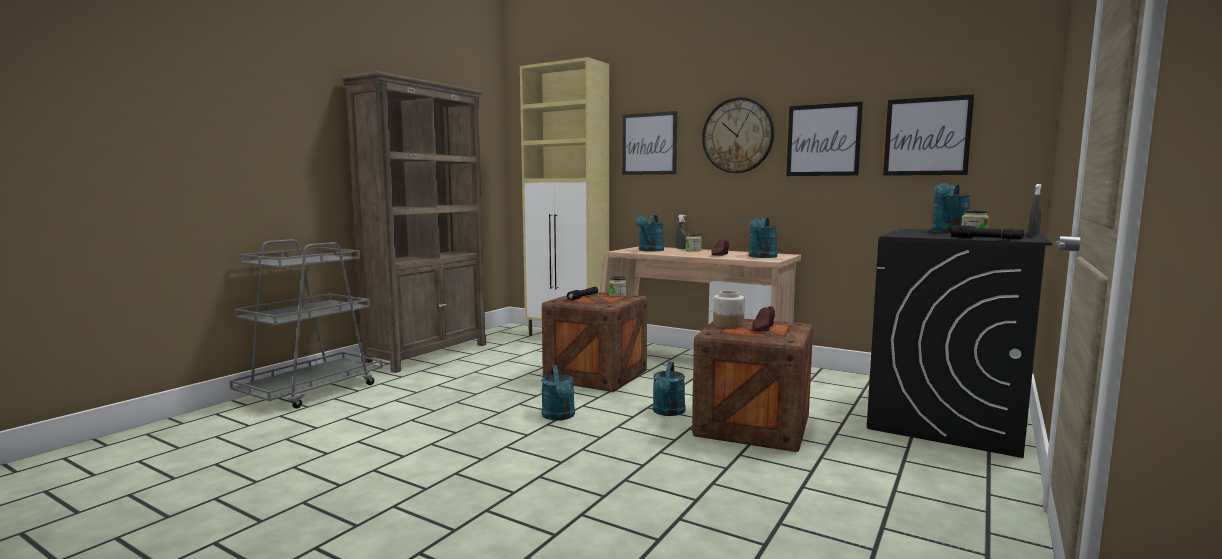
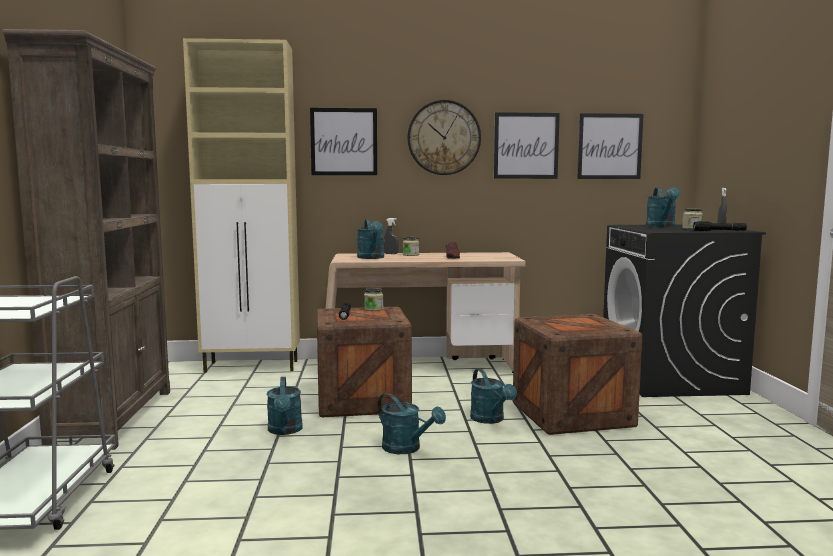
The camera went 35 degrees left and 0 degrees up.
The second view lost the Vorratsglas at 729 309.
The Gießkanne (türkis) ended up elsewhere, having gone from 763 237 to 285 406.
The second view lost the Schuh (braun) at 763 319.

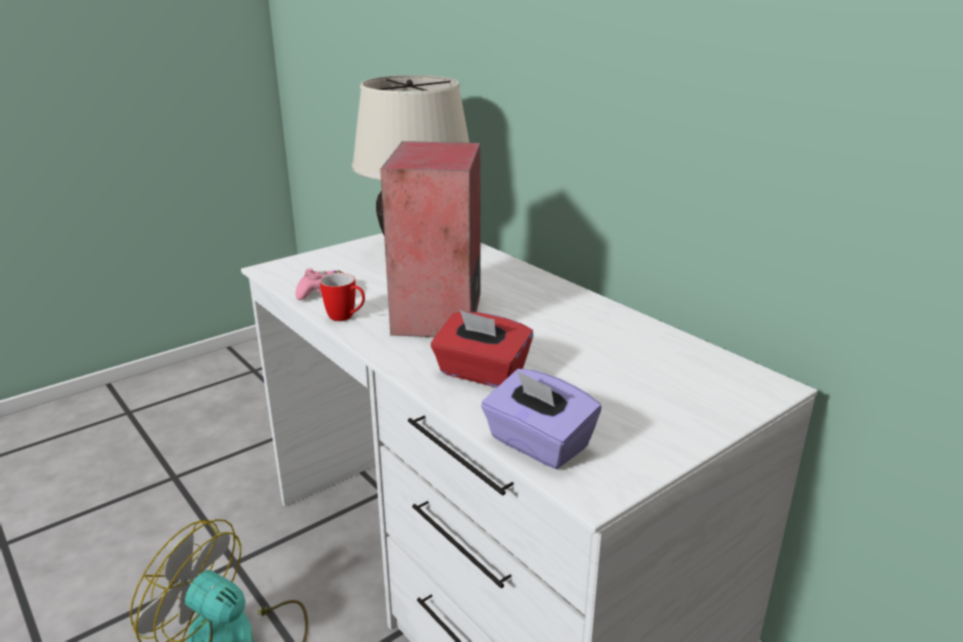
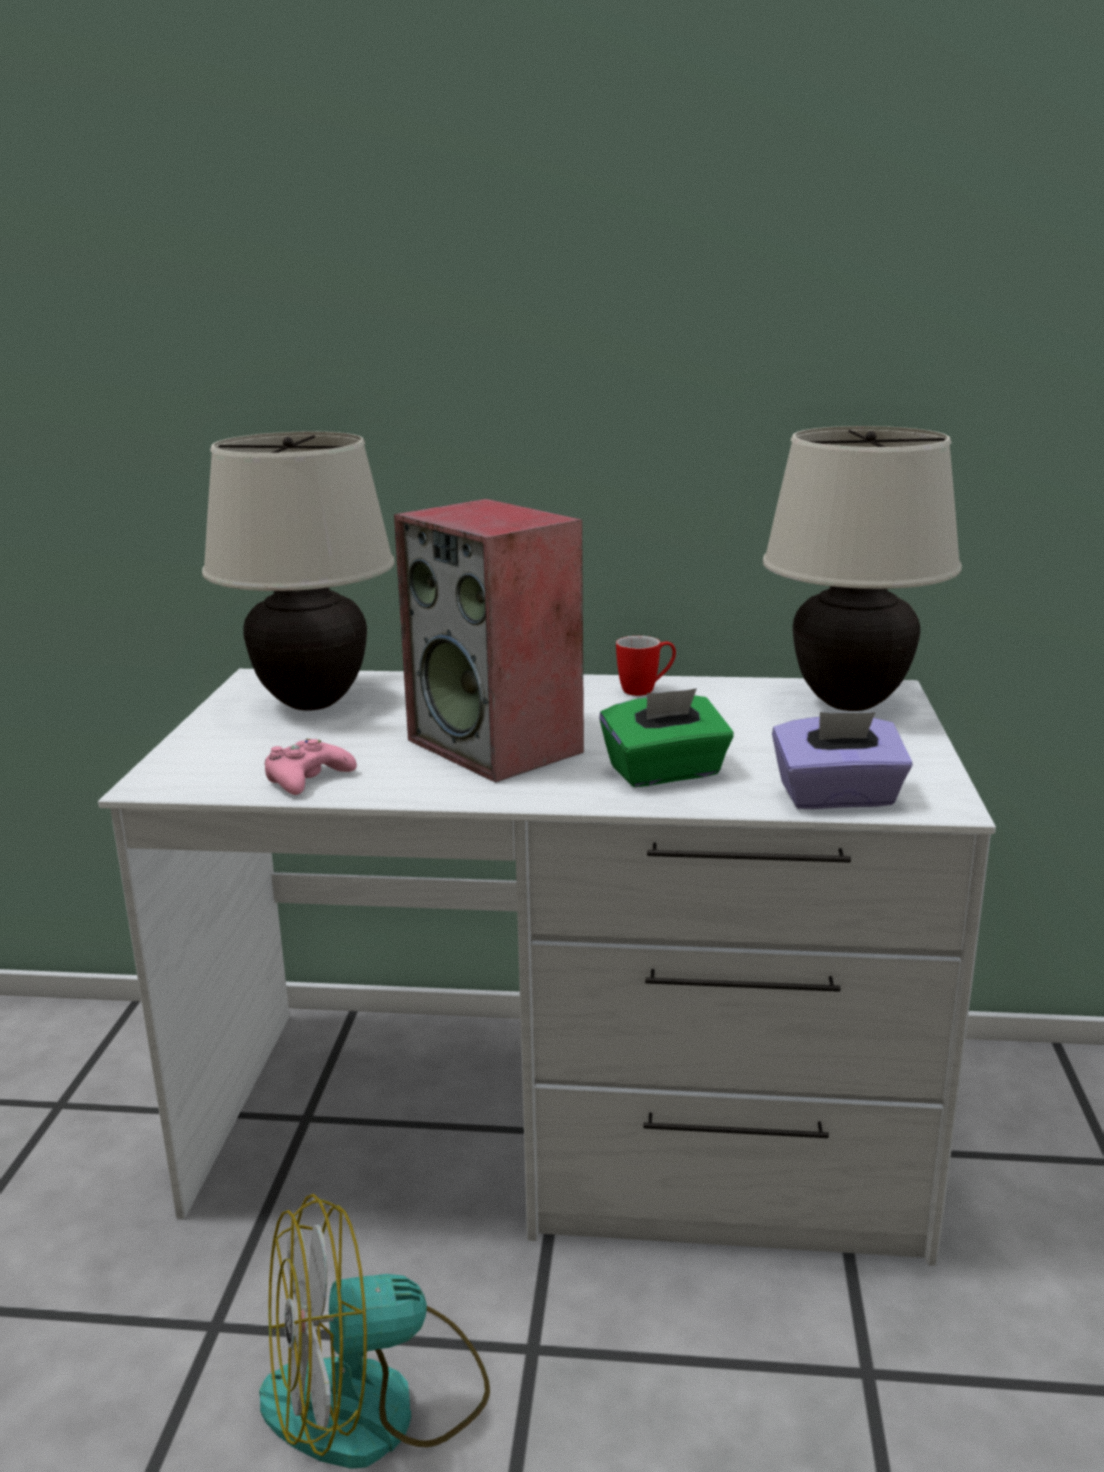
The camera went 45 degrees left and 5 degrees down.
The Henkelbecher ended up elsewhere, having gone from 342 297 to 646 666.
What was the Taschentuchbox (rot) at 482 348 turned into the Taschentuchbox (grün) at 666 737.
The second view gained the Tischlampe (beige) at 862 568.

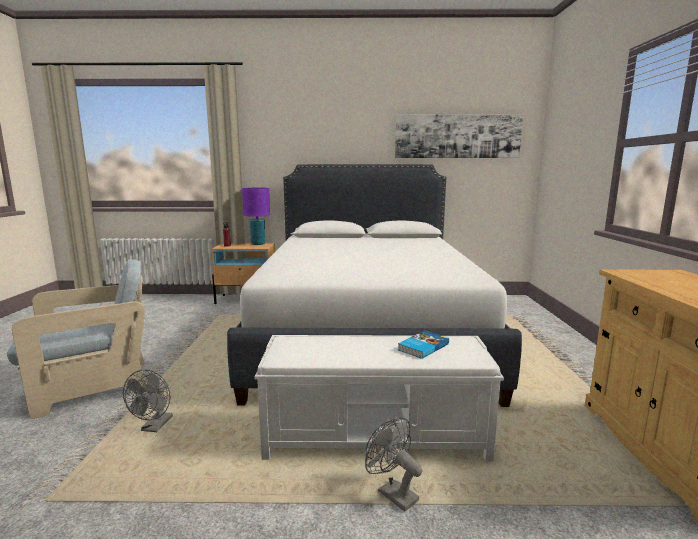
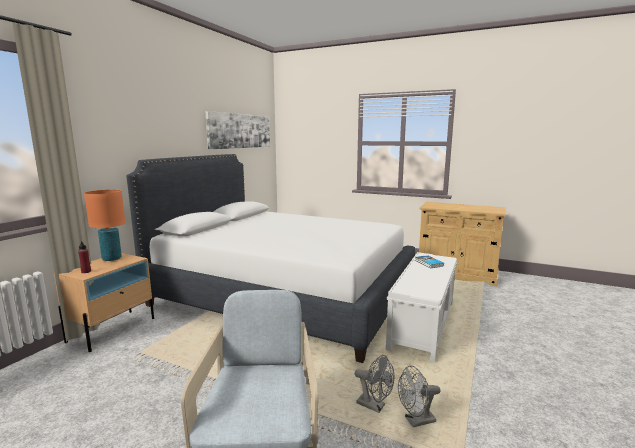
The camera went 65 degrees left and 0 degrees up.
What was the Tischlampe (lila) at 256 216 turned into the Tischlampe (orange) at 104 225.
The Ventilator (grau) ended up elsewhere, having gone from 394 465 to 419 396.

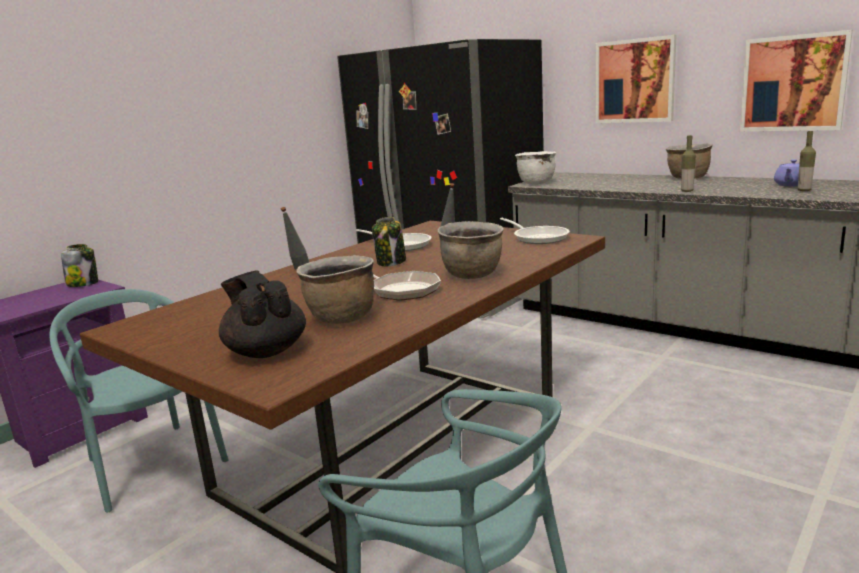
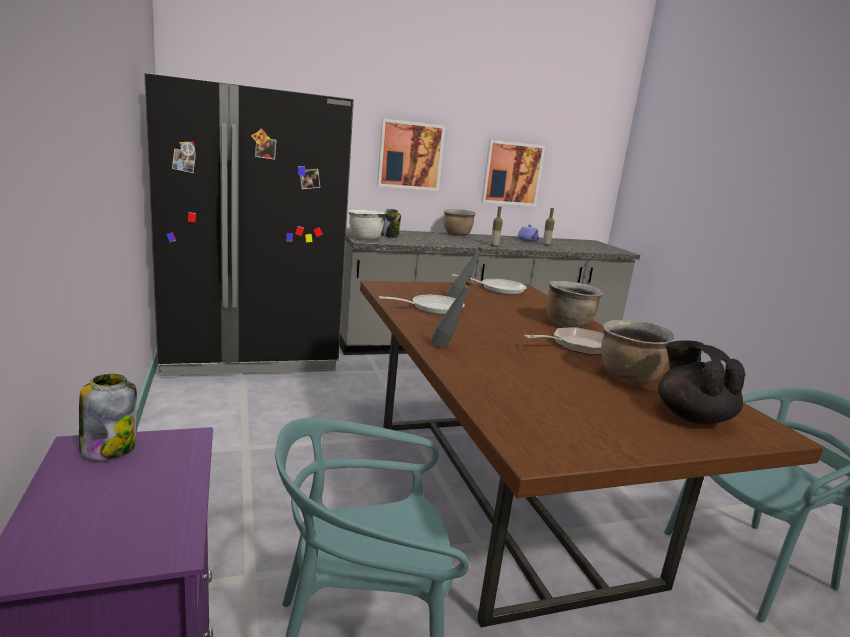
The camera went 60 degrees left and 0 degrees up.
The Teekanne (schwarz) at 262 314 ended up facing another way, 75 degrees clockwise from before.
The Vorratsglas ended up elsewhere, having gone from 389 241 to 391 223.

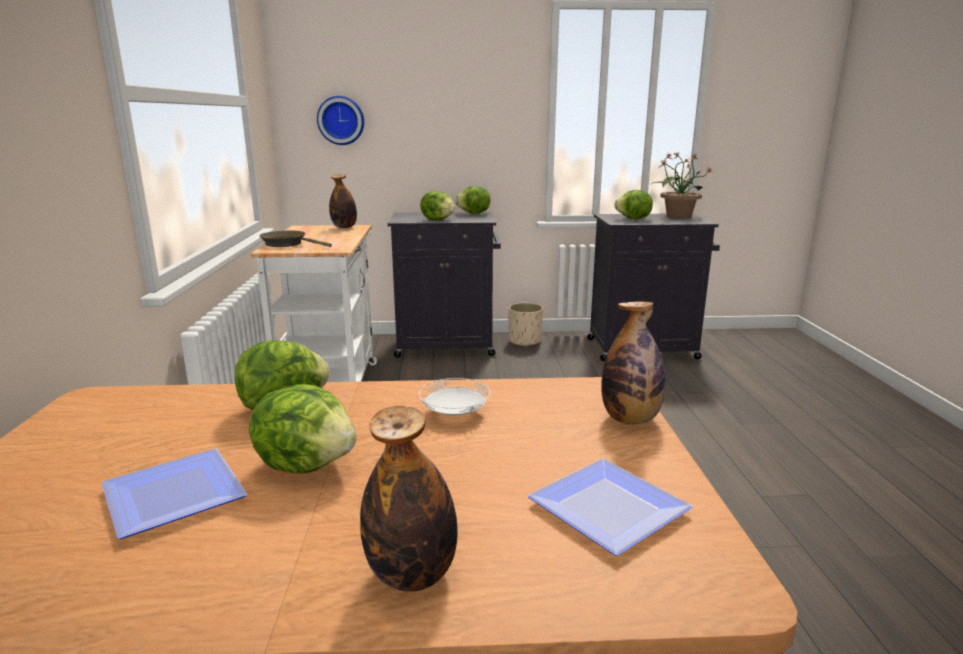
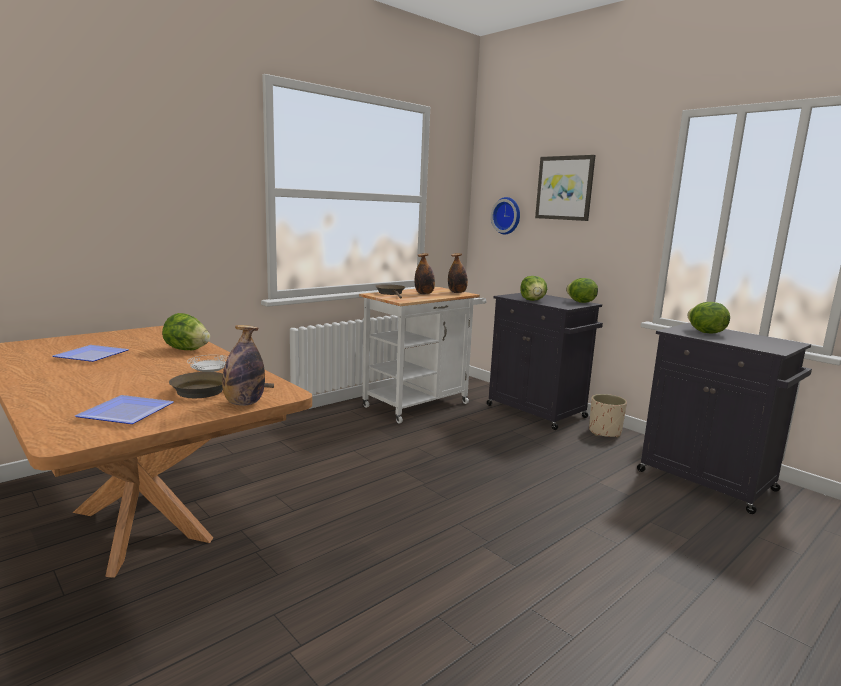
The camera went 50 degrees right and 5 degrees down.
The second view lost the Salatkopf at 303 428.
The Flasche ended up elsewhere, having gone from 409 498 to 425 273.
The second view lost the Topfpflanze at 682 186.
The second view gained the Pfanne (braun) at 221 385.
The second view gained the Bild at 565 188.

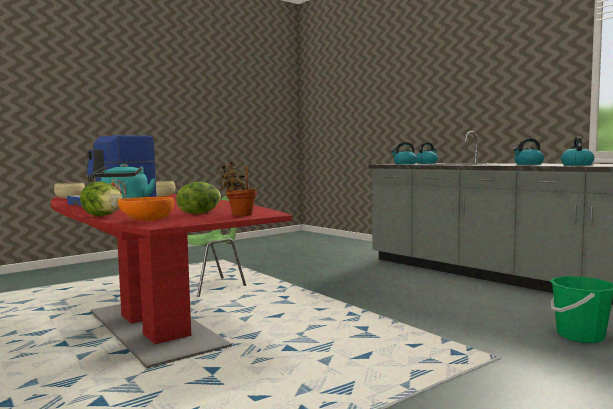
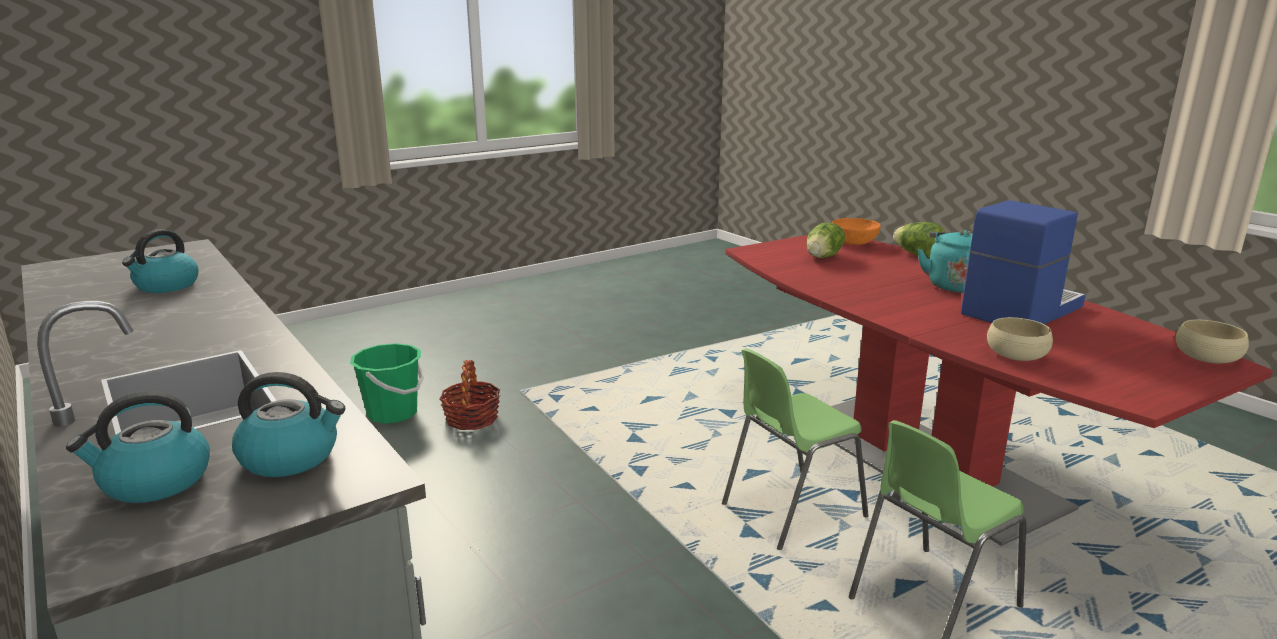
The camera went 175 degrees left and 15 degrees up.
The second view lost the Topfpflanze at 236 188.
The second view lost the Wasserkessel at 528 151.
The second view gained the Korb at 469 395.
The second view gained the Stuhl (grün) at 795 449.

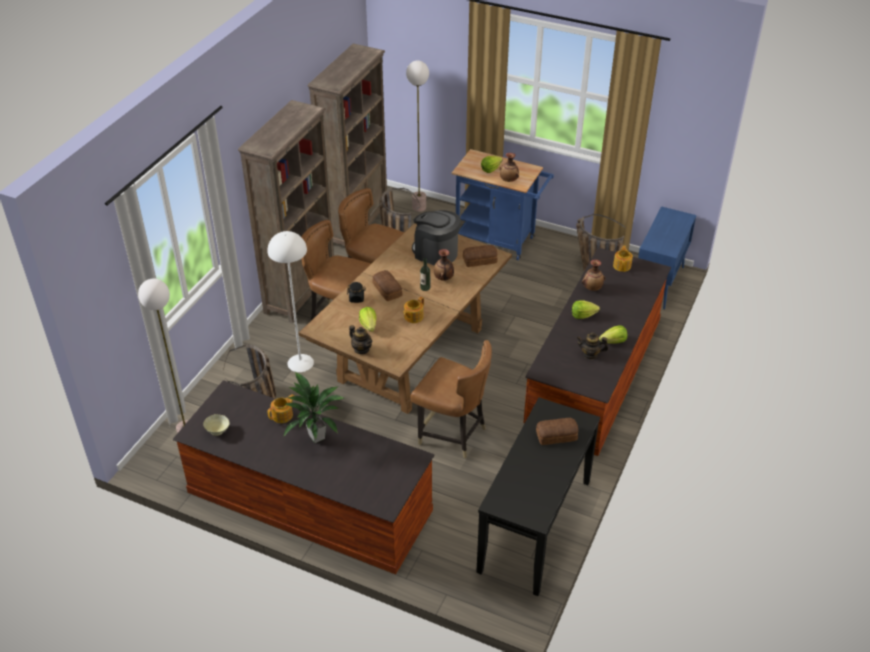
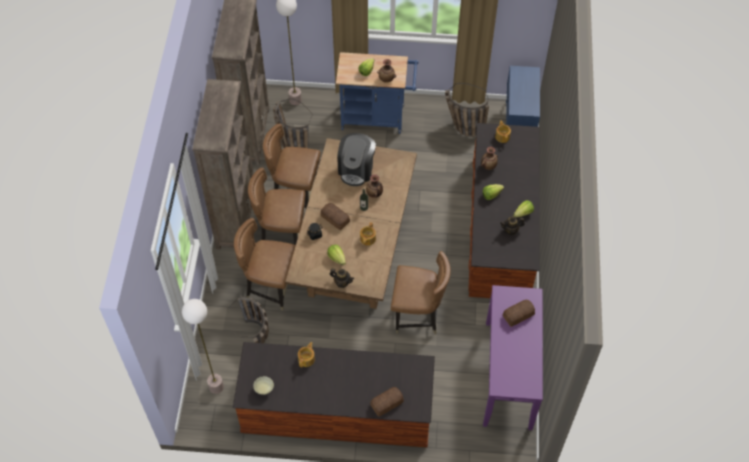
The camera went 20 degrees left and 15 degrees up.
Where the Stehlampe (weiß) stood at 290 301, the Stuhl (braun) came to stand at 265 264.
The second view lost the Topfpflanze at 313 407.
The Kaffeemaschine at 436 237 ended up facing another way, 90 degrees counterclockwise from before.
The Brot ended up elsewhere, having gone from 480 256 to 387 402.
What was the Konsolentisch (schwarz) at 538 496 turned into the Konsolentisch (lila) at 513 357.

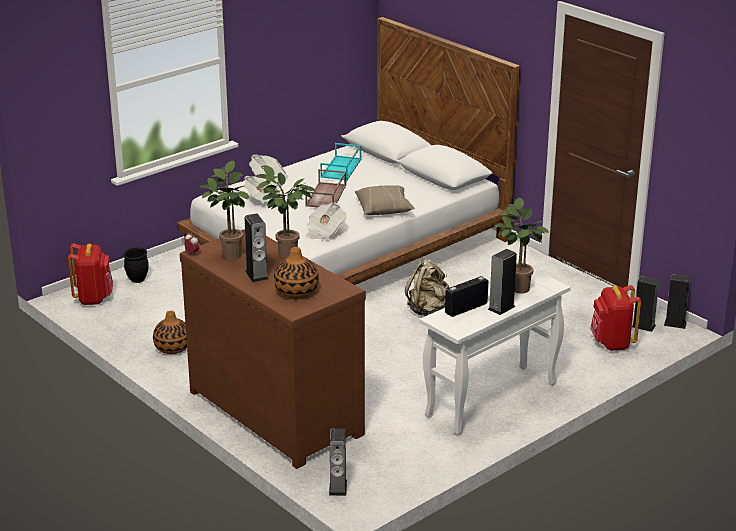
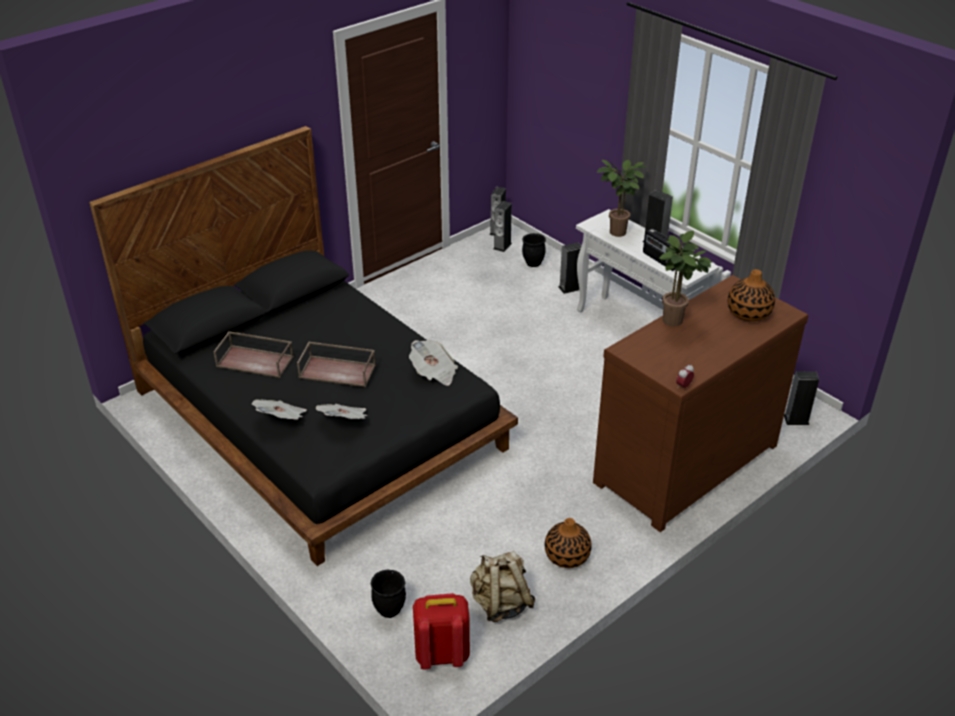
The camera went 90 degrees left and 10 degrees up.
What was the Bett (weiß) at 348 151 turned into the Bett (schwarz) at 303 346.
The second view lost the Topfpflanze at 224 210.
The Lautsprecher ended up elsewhere, having gone from 256 248 to 570 268.
What was the Tablett (türkis) at 340 162 turned into the Tablett (braun) at 254 354.
The second view lost the Kissen (beige) at 385 200.
The Rucksack (beige) ended up elsewhere, having gone from 427 286 to 502 586.
Where the Rucksack (rot) stood at 615 318, the Pflanzkübel (schwarz) came to stand at 534 250.

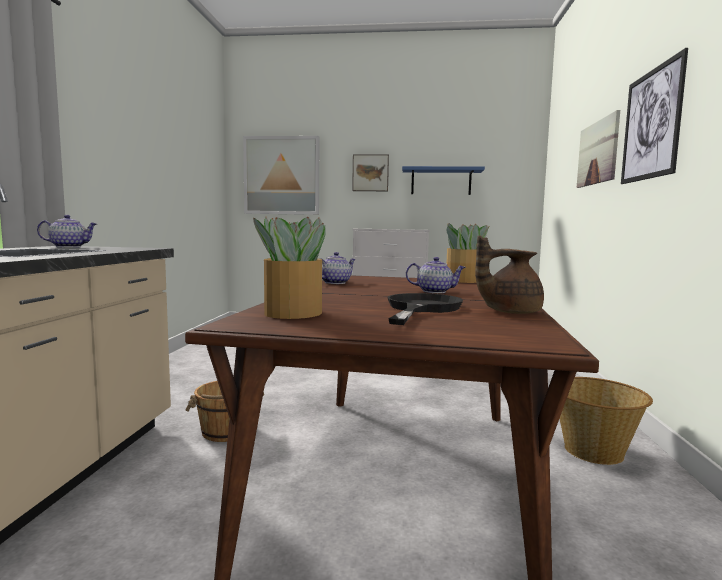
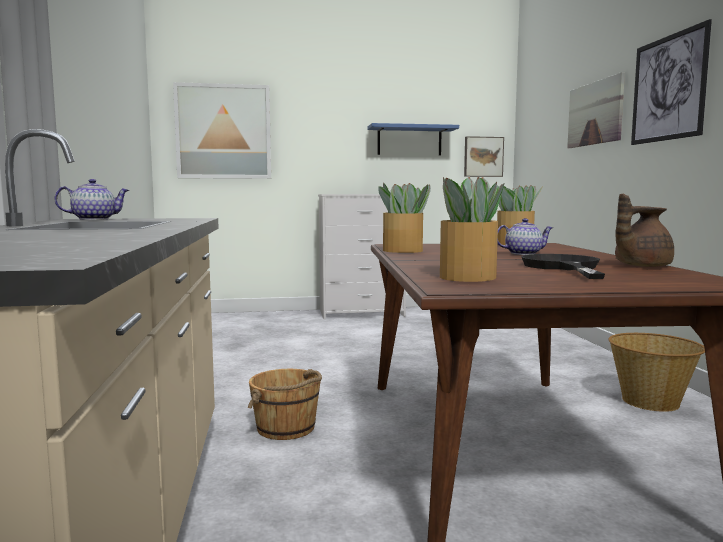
The camera went 15 degrees left and 0 degrees up.
Where the Teekanne stood at 338 268, the Topfpflanze came to stand at 404 218.
The Bild ended up elsewhere, having gone from 370 172 to 484 156.

